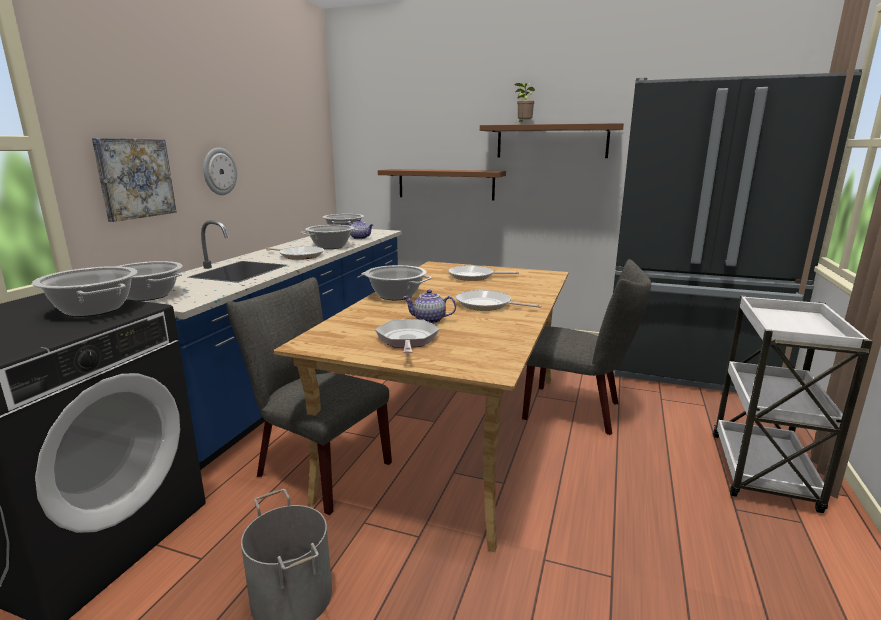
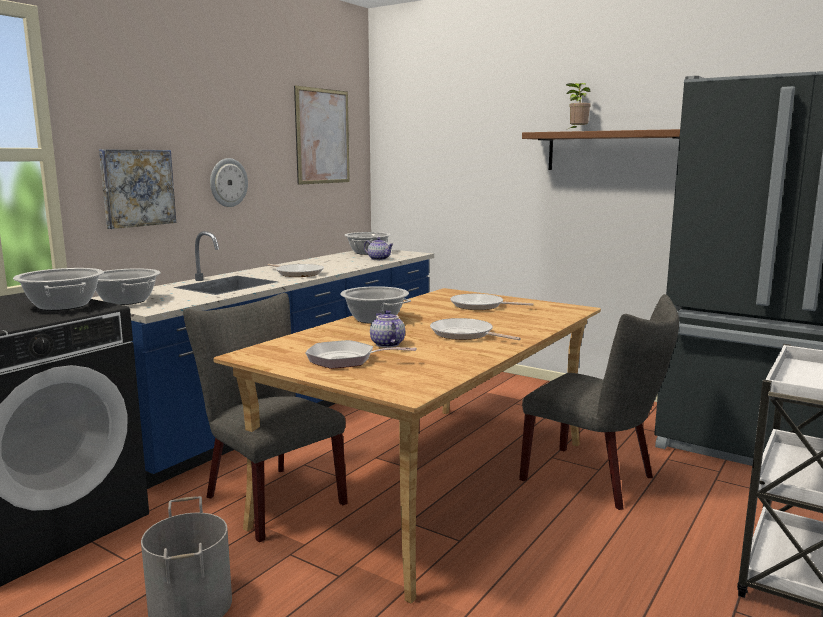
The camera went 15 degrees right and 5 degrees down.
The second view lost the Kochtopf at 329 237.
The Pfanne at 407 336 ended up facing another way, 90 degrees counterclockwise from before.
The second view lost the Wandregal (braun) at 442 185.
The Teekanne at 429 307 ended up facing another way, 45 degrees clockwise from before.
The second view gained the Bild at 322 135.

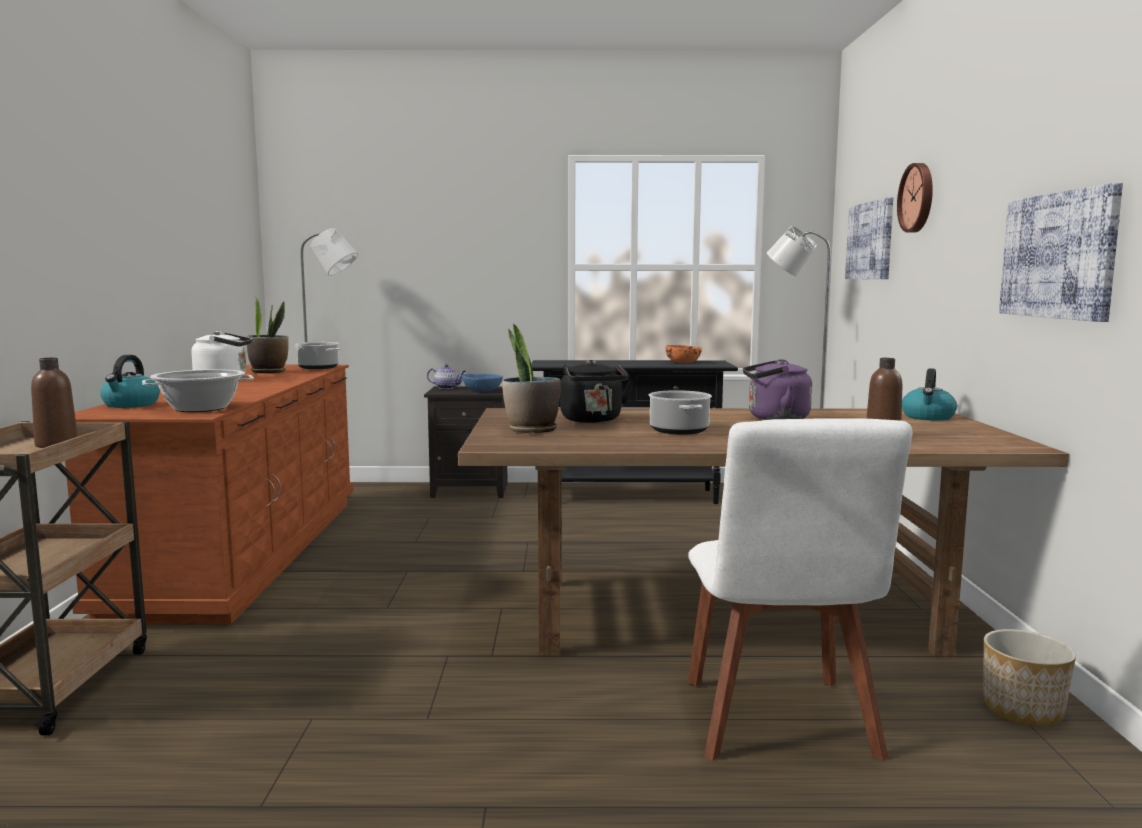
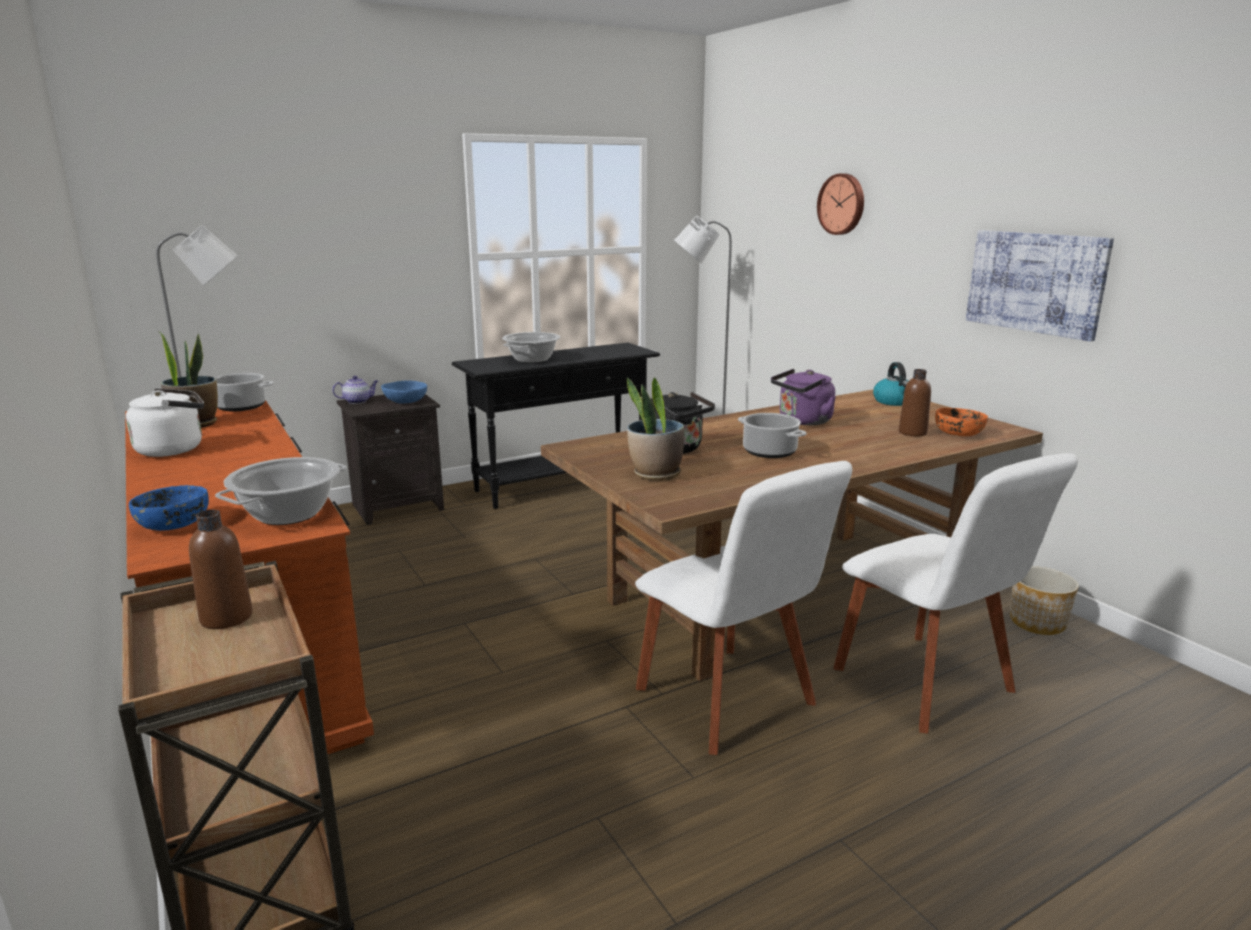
The camera went 30 degrees left and 10 degrees up.
Where the Wasserkessel stood at 130 381, the Schüssel (blau) came to stand at 169 508.
The Schüssel (orange) ended up elsewhere, having gone from 684 354 to 961 422.
The second view lost the Bild at 869 238.
The second view gained the Kochtopf at 531 347.
The second view gained the Stuhl (weiß) at 743 608.

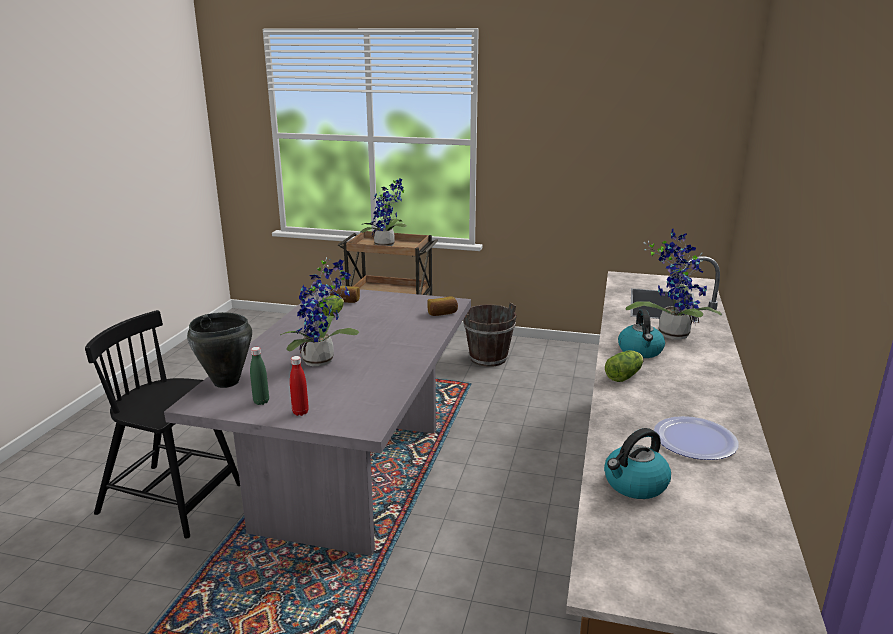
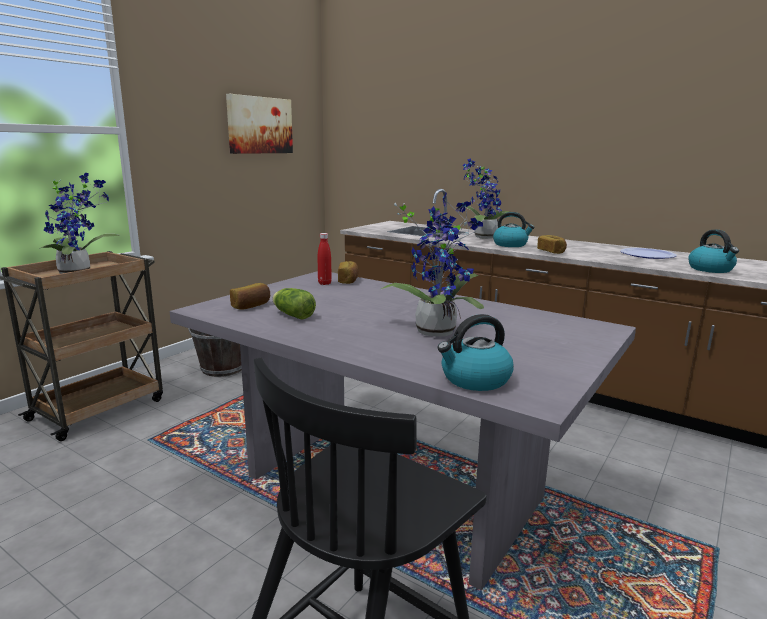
The camera went 70 degrees left and 5 degrees down.
Where the Kochtopf (schwarz) stood at 219 350, the Wasserkessel came to stand at 475 352.
The second view lost the Flasche (grün) at 259 376.
The Flasche (rot) ended up elsewhere, having gone from 299 386 to 325 259.
Where the Salatkopf stood at 624 366, the Brot came to stand at 552 244.
The second view gained the Bild at 259 124.

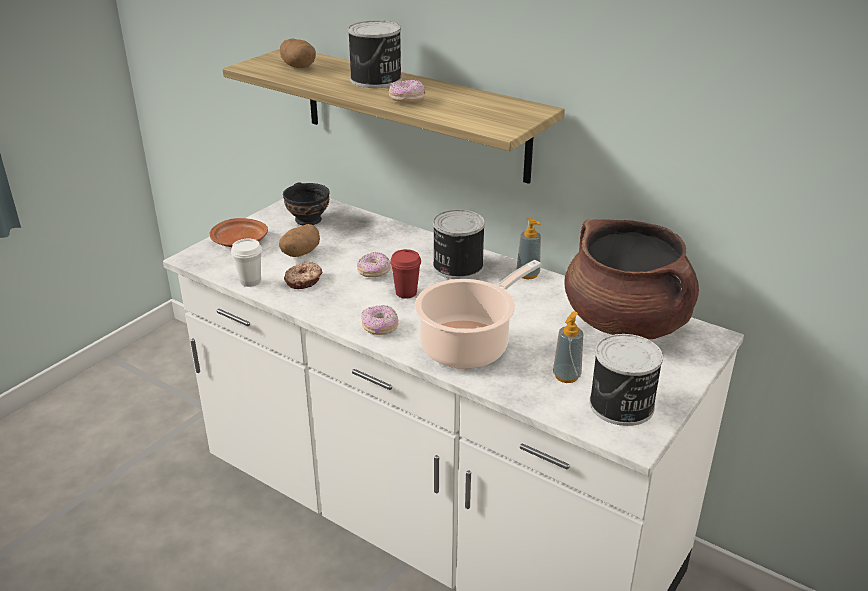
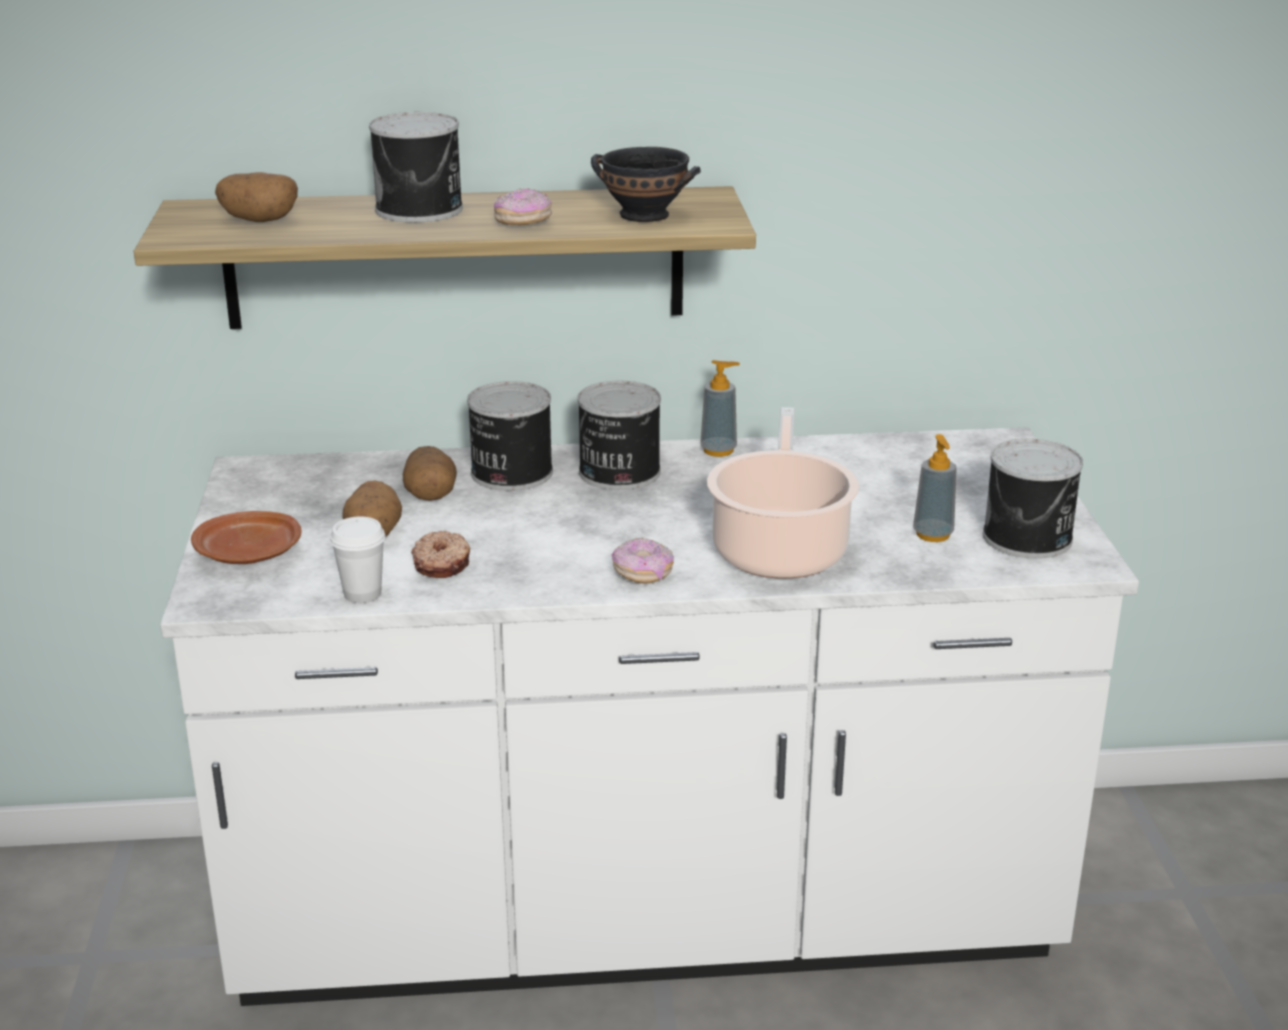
The camera went 40 degrees left and 5 degrees down.
The Schüssel (schwarz) ended up elsewhere, having gone from 306 203 to 646 184.
The second view lost the Donut at 374 264.
The second view lost the Tasse (rot) at 405 274.
The second view lost the Kochtopf (braun) at 631 279.
The second view gained the Kartoffel at 430 473.
The second view gained the Dose at 510 436.

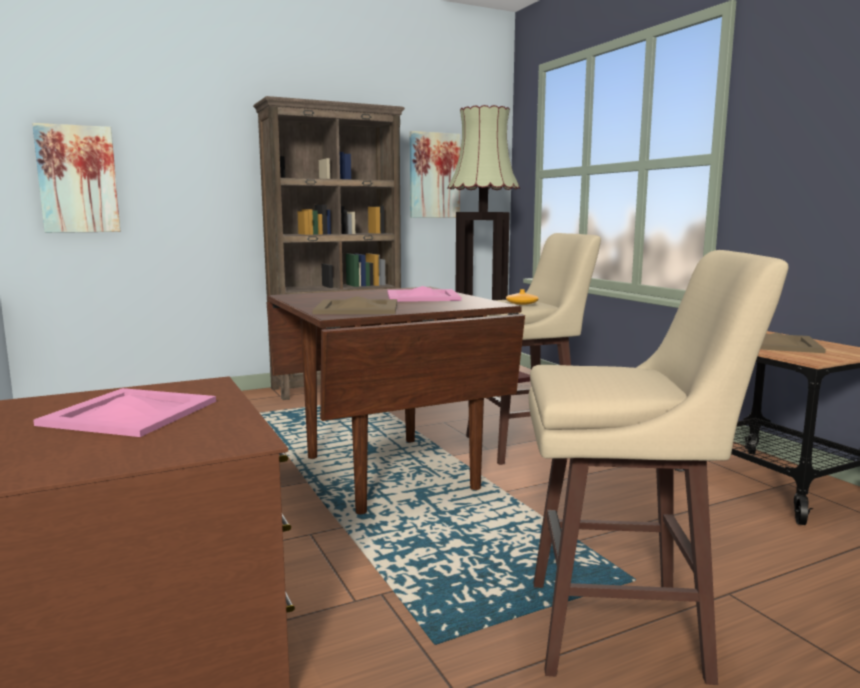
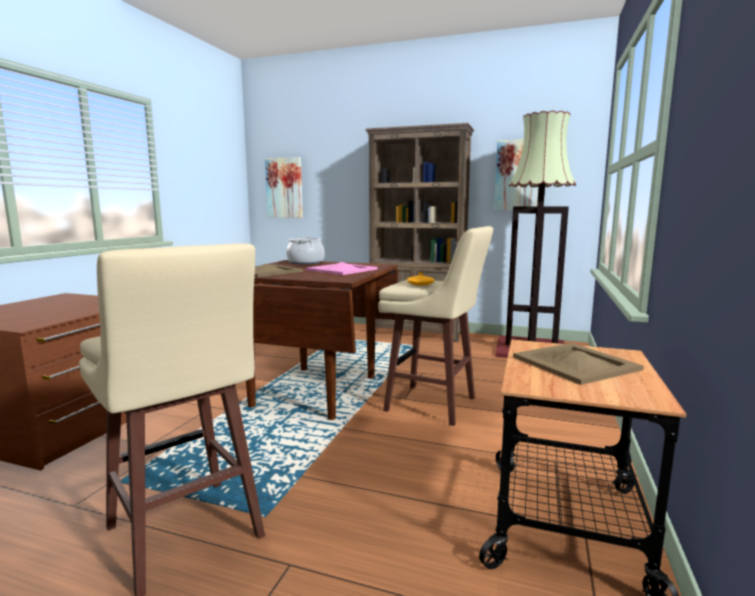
The camera went 45 degrees right and 0 degrees up.
The second view lost the Tablett (rosa) at 124 412.
The second view gained the Kochtopf at 305 250.

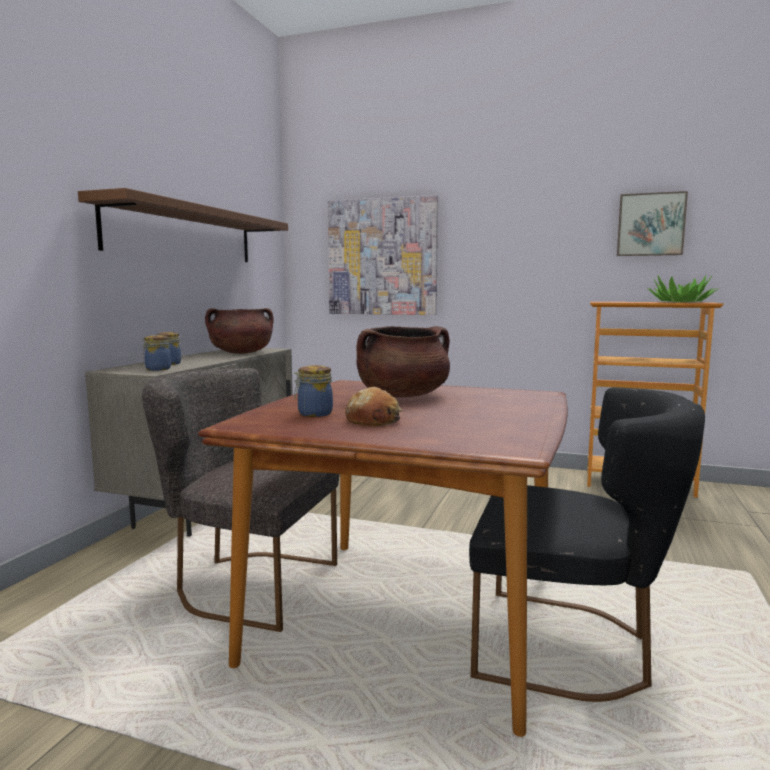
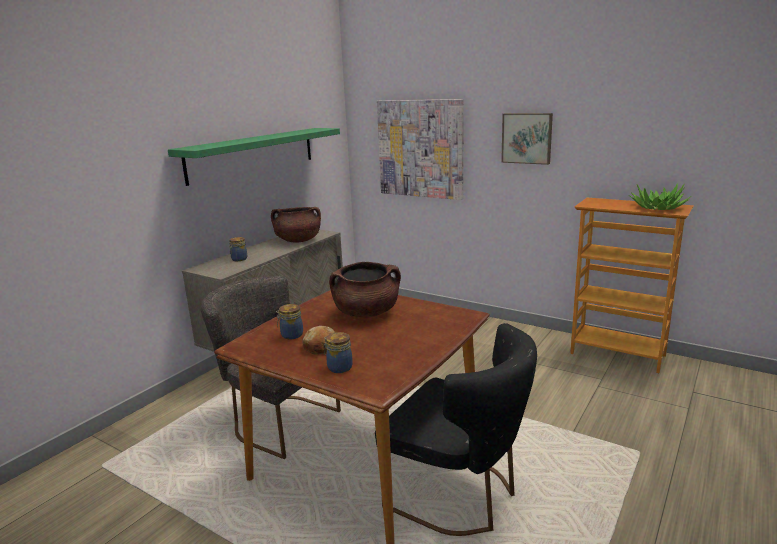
The camera went 15 degrees right and 10 degrees up.
What was the Wandregal (braun) at 183 225 turned into the Wandregal (grün) at 254 157.
The Vorratsglas ended up elsewhere, having gone from 157 353 to 338 352.
The Bild ended up elsewhere, having gone from 652 223 to 527 139.

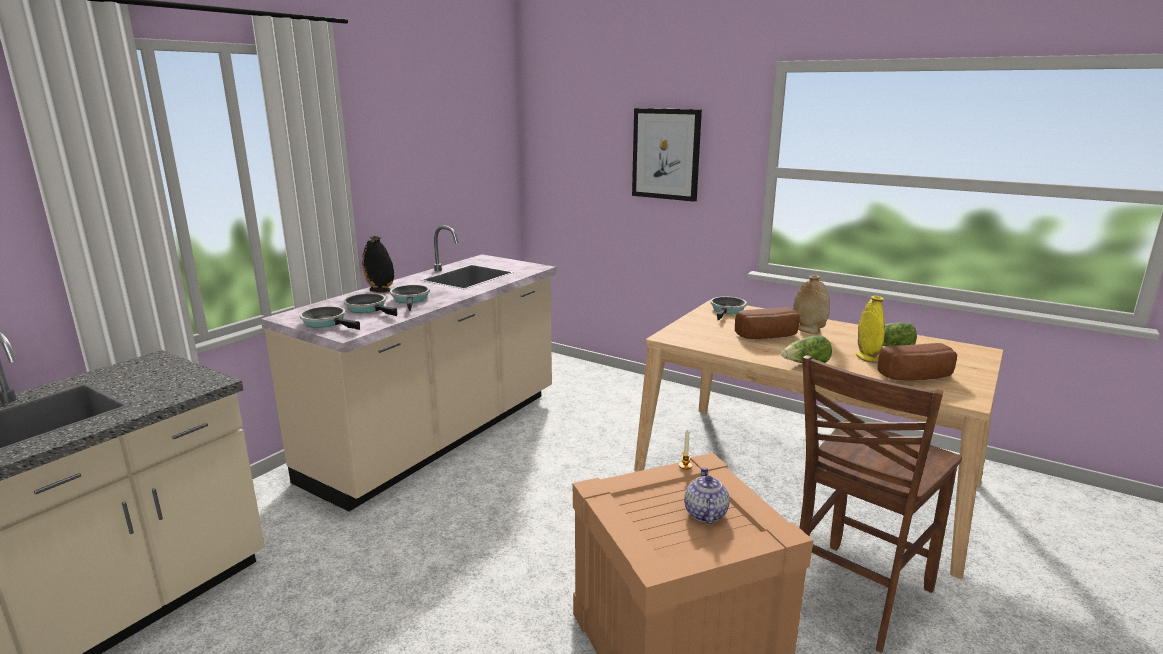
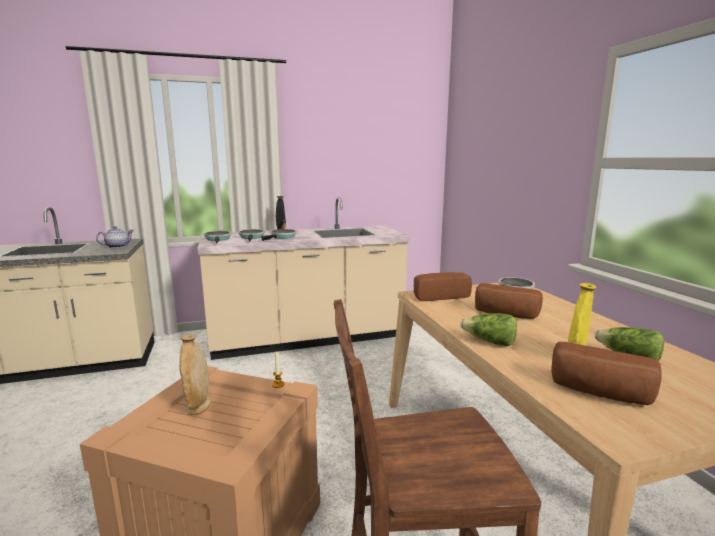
The camera went 40 degrees right and 5 degrees down.
The second view lost the Bild at 667 155.
The Teekanne ended up elsewhere, having gone from 707 495 to 114 237.
The Vase (beige) ended up elsewhere, having gone from 811 304 to 195 374.
The second view gained the Brot at 443 286.

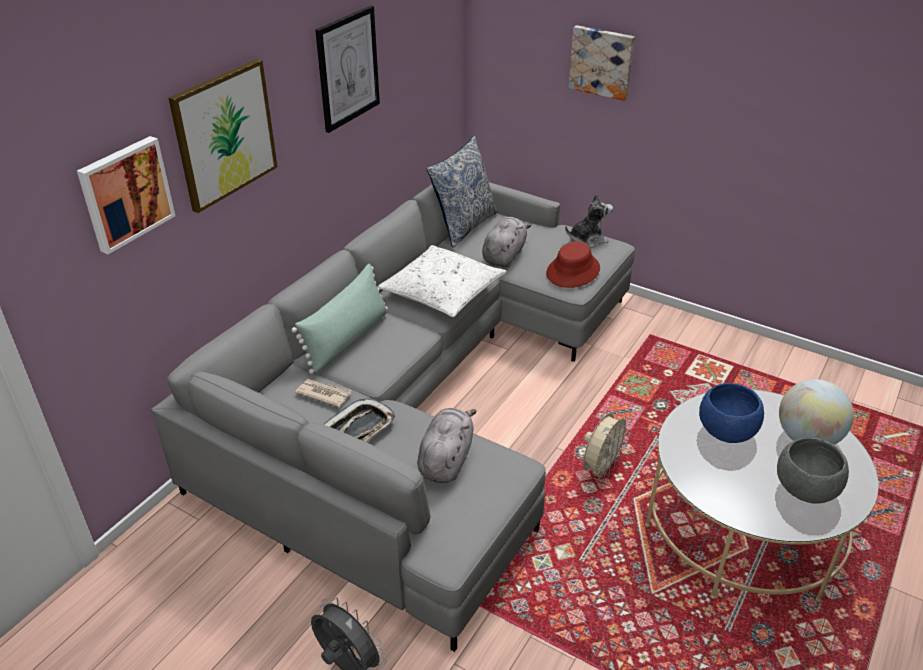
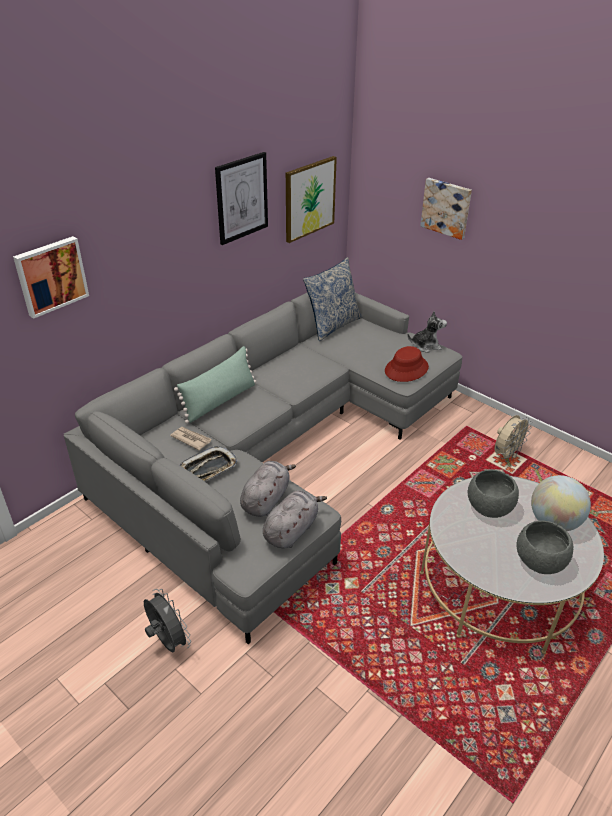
The camera went 10 degrees right and 0 degrees up.
The Bild ended up elsewhere, having gone from 223 136 to 311 199.
The second view lost the Kissen (weiß) at 442 281.
The Plüschtier (grau) ended up elsewhere, having gone from 506 242 to 295 519.
The Ventilator (beige) ended up elsewhere, having gone from 607 447 to 513 438.
What was the Schüssel (blau) at 731 413 turned into the Schüssel (grau) at 493 494.

